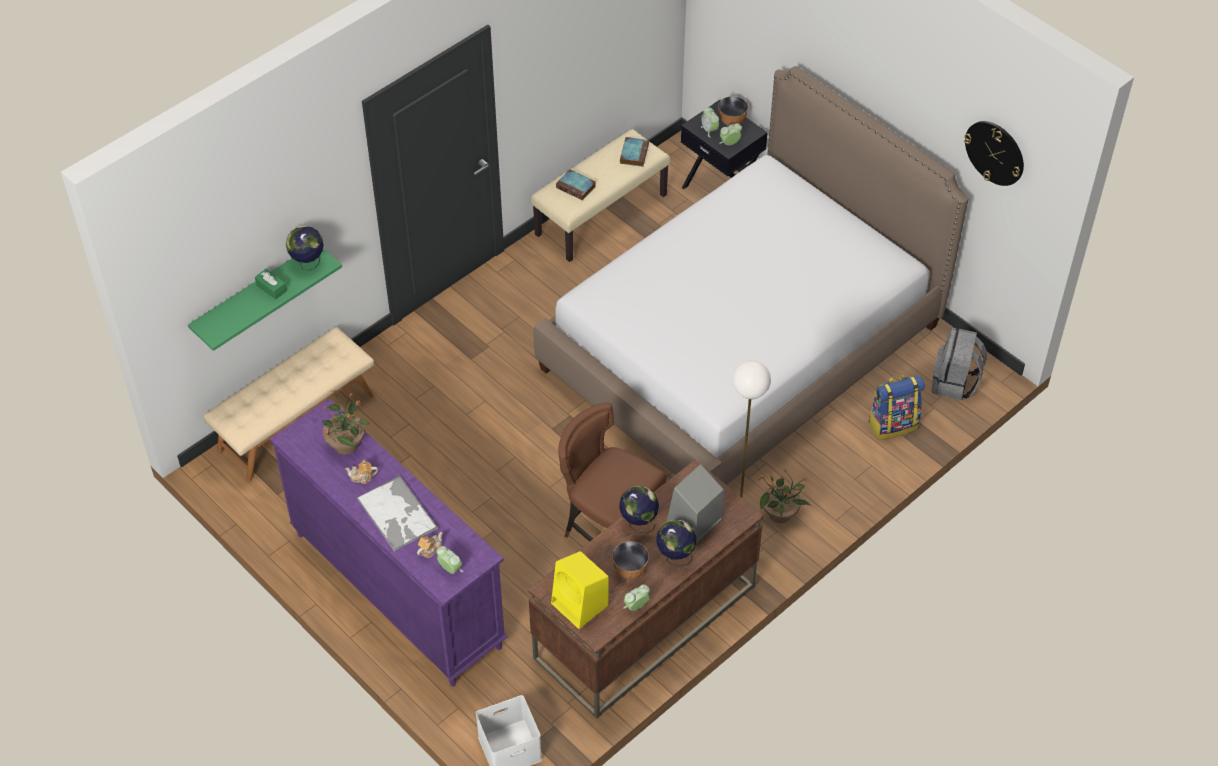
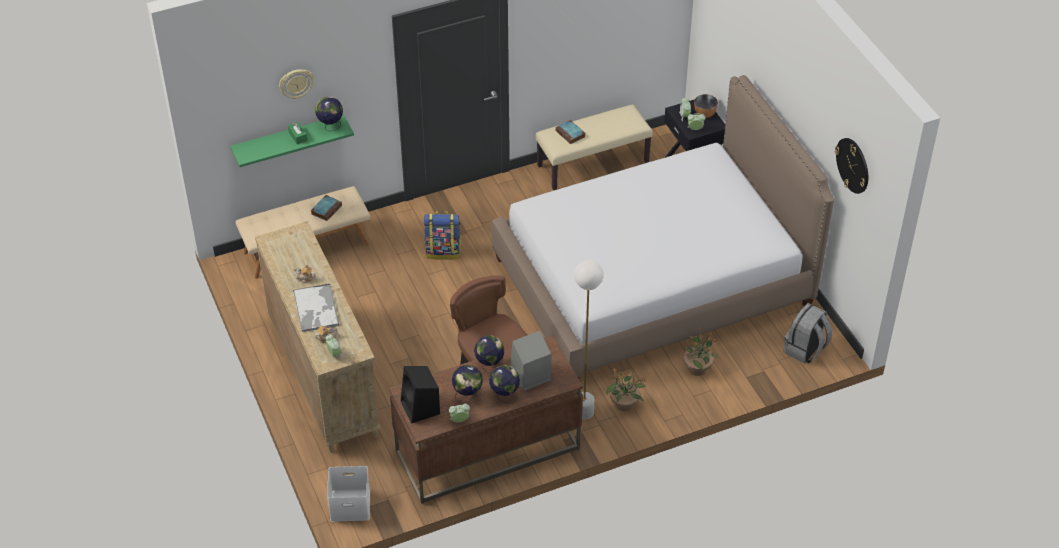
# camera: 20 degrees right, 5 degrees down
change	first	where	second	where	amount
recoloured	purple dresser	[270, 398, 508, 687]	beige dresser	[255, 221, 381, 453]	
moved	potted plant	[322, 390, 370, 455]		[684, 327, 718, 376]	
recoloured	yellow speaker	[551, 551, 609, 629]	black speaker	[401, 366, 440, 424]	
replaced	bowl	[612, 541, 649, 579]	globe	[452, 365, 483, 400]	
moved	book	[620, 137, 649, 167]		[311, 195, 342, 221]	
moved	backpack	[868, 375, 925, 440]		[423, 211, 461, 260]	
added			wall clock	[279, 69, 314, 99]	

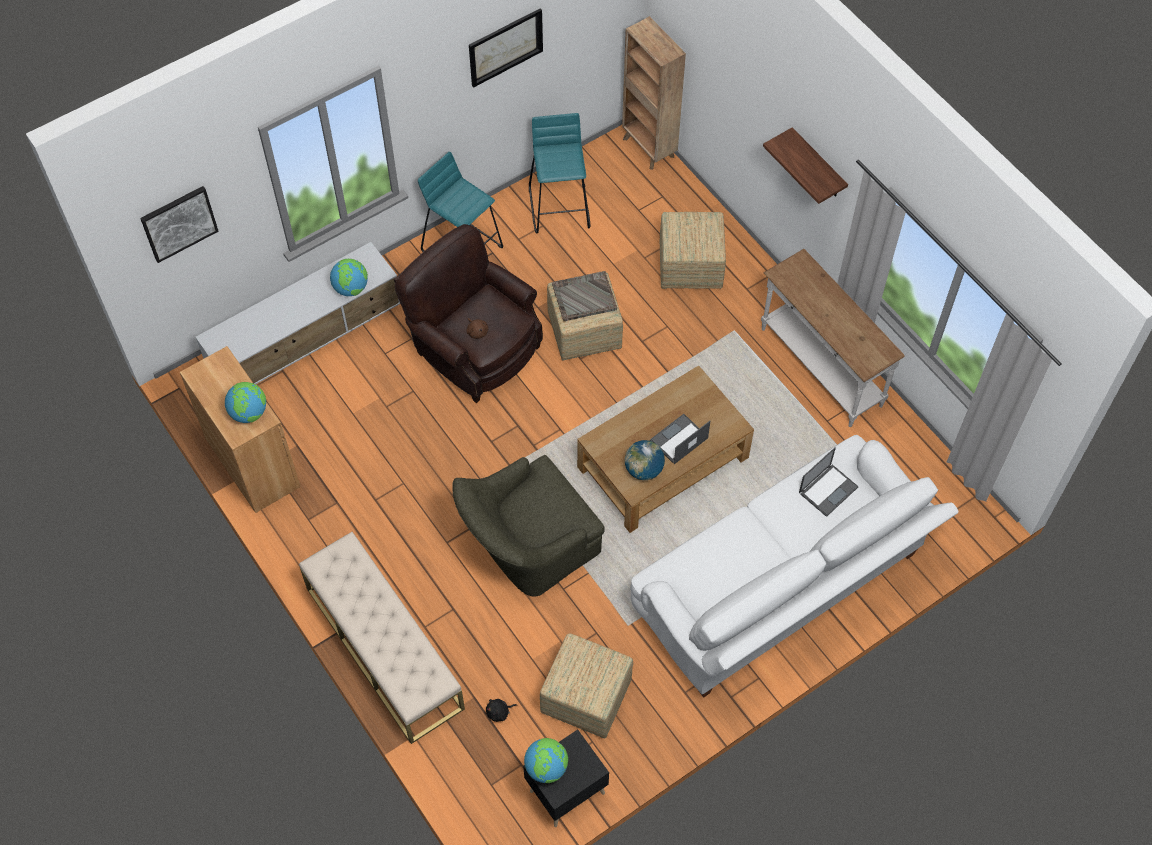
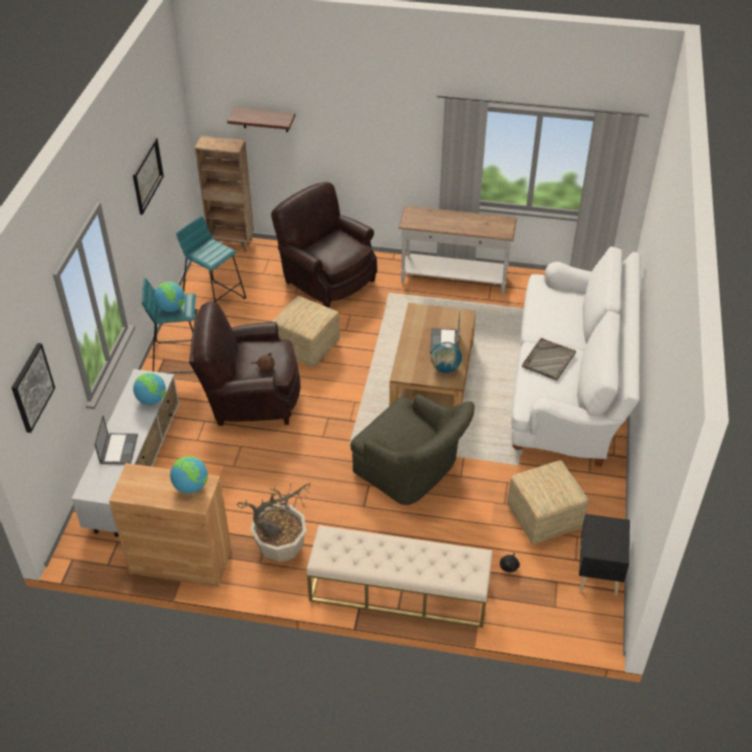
# camera: 45 degrees left, 15 degrees down
change	first	where	second	where	amount
turned	green armchair	[452, 455, 605, 597]		[351, 394, 475, 505]	60 degrees counterclockwise
moved	globe	[524, 738, 568, 783]		[154, 282, 185, 312]	
moved	grey tray	[552, 271, 617, 321]		[522, 338, 576, 381]	
replaced	ottoman	[660, 212, 726, 289]	brown armchair	[271, 182, 377, 308]	
moved	shelf	[763, 128, 848, 204]		[227, 107, 295, 132]	
moved	laptop	[799, 447, 859, 517]		[95, 415, 138, 464]	
added			potted plant	[237, 482, 311, 562]	

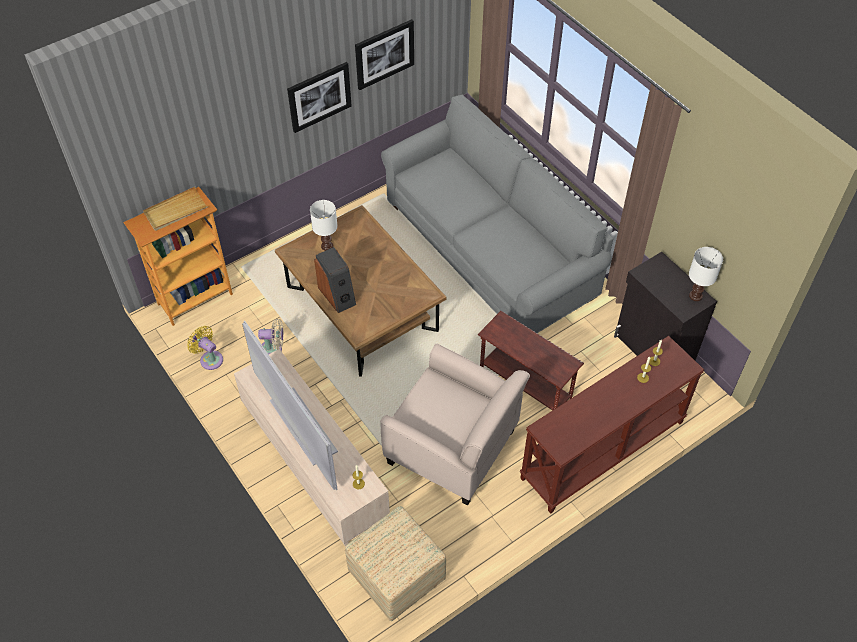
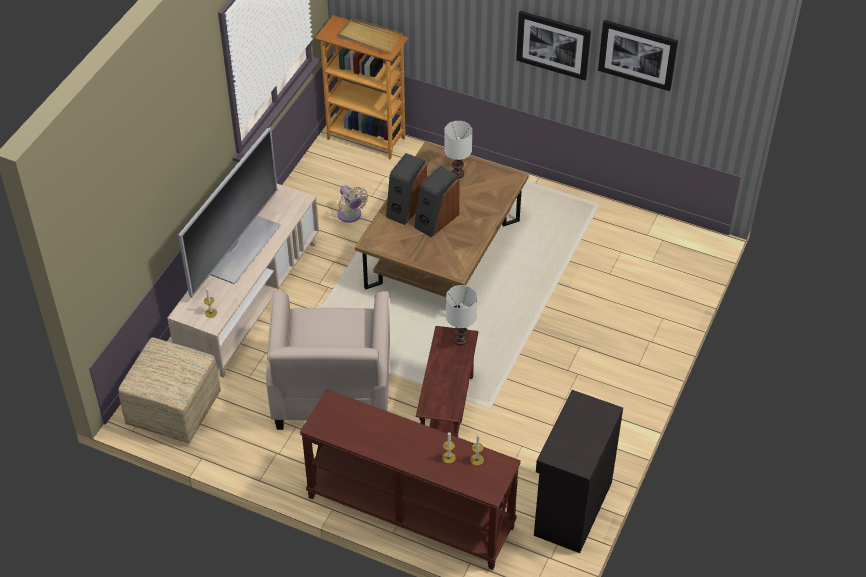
# camera: 60 degrees right, 5 degrees down
change	first	where	second	where	amount
removed	yellow fan	[187, 326, 223, 370]			
removed	grey sofa	[381, 94, 613, 333]			
moved	white table lamp	[689, 247, 723, 301]		[446, 285, 477, 345]	
added			speaker	[414, 166, 460, 237]	

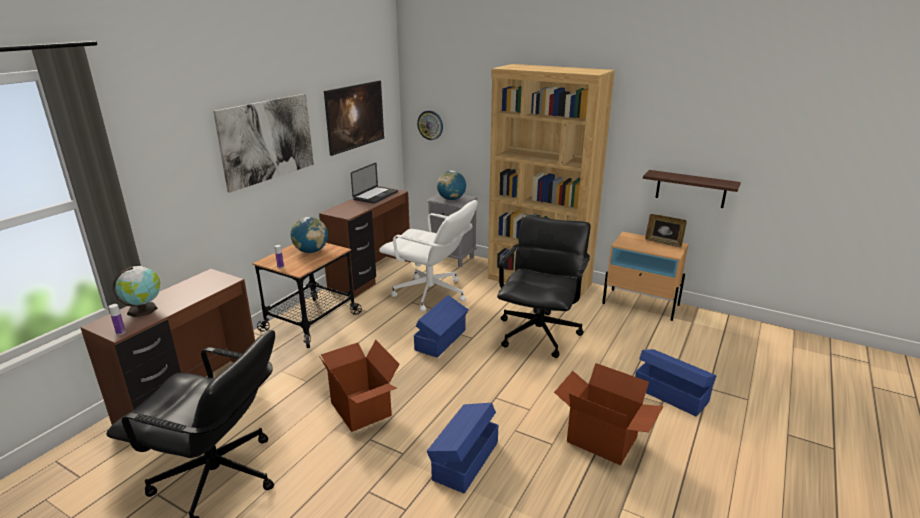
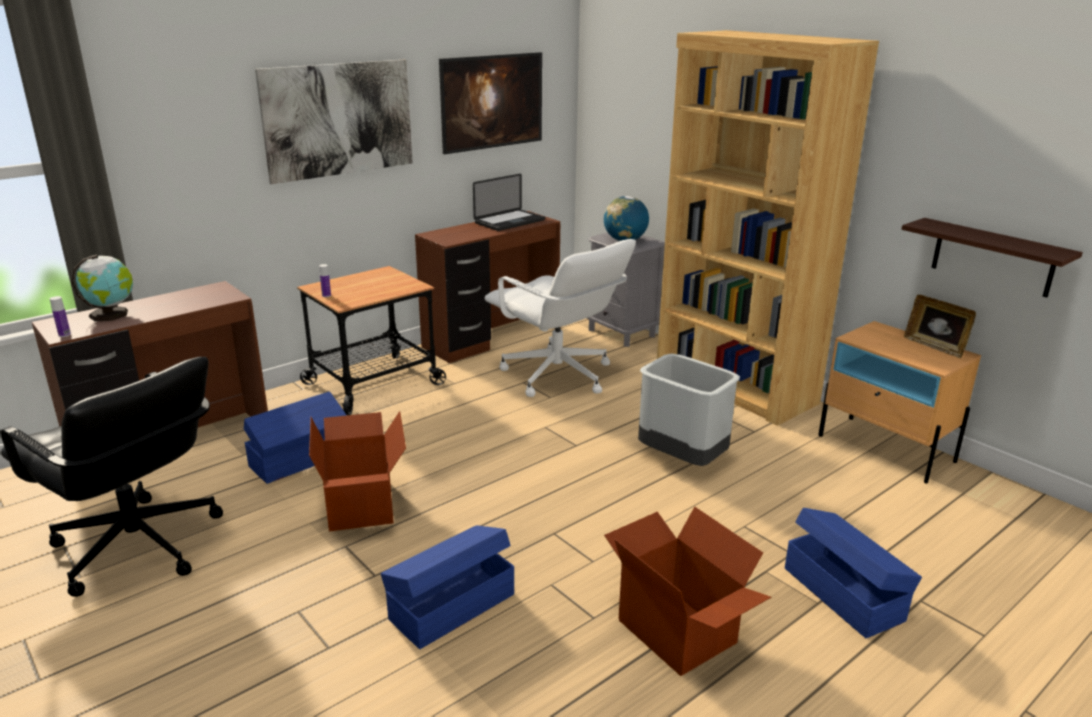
# camera: 20 degrees right, 0 degrees up
change	first	where	second	where	amount
removed	globe	[291, 217, 328, 253]			
moved	blue storage box	[414, 295, 468, 358]		[244, 391, 347, 484]	
removed	wall clock	[417, 110, 443, 140]			
replaced	black office chair	[497, 215, 591, 358]	grey trash can	[638, 354, 740, 466]	

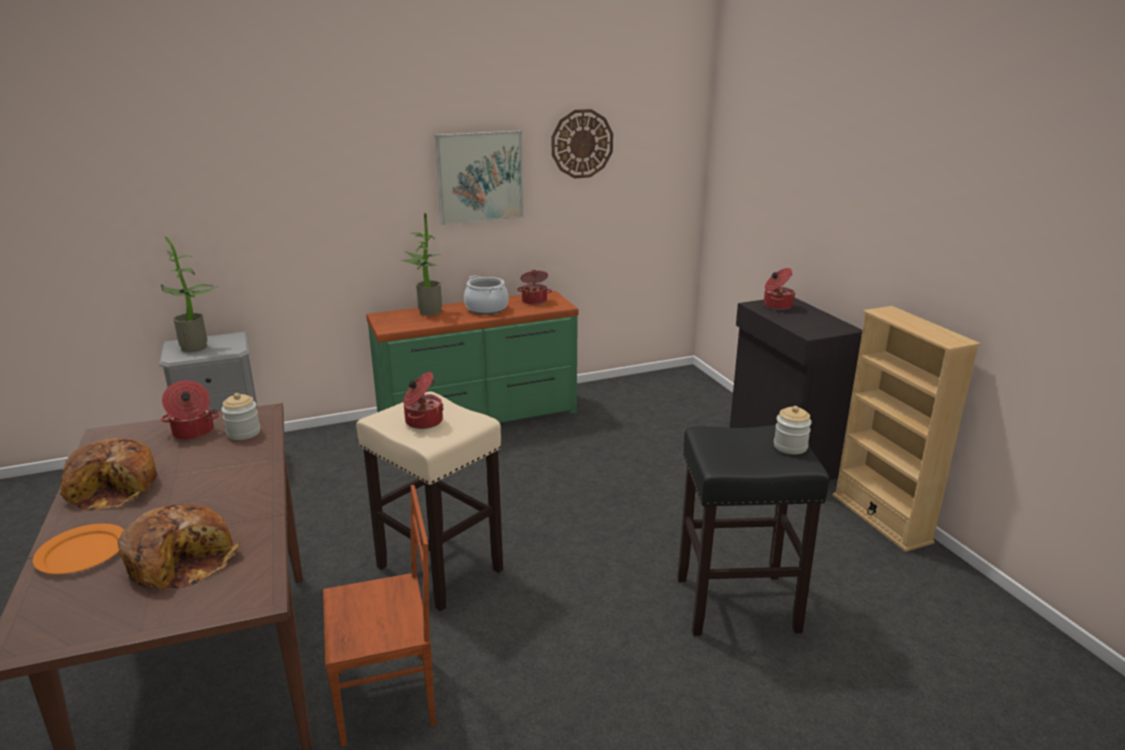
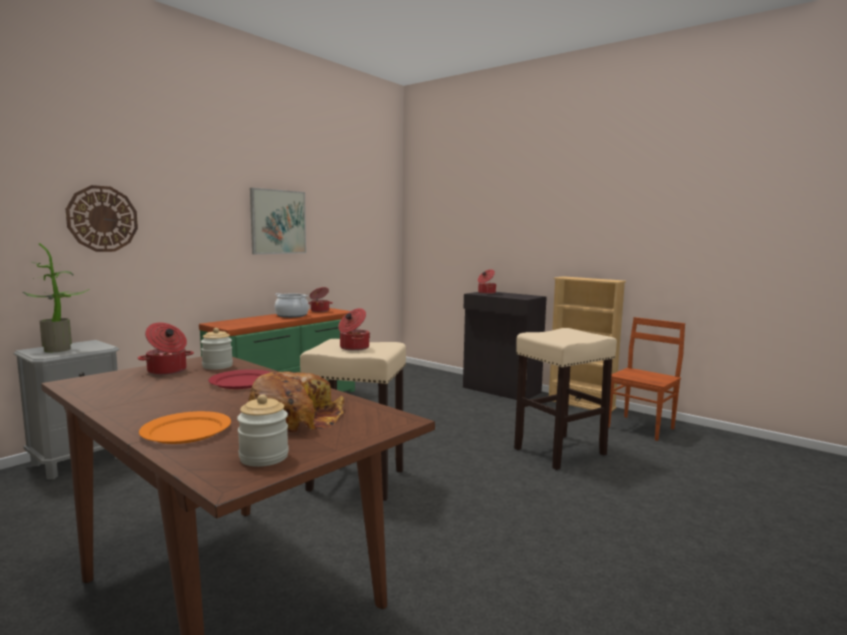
# camera: 30 degrees left, 15 degrees down
change	first	where	second	where	amount
removed	bread	[60, 438, 158, 511]			
moved	brown chair	[323, 485, 436, 747]		[608, 317, 685, 441]	
removed	potted plant	[402, 212, 442, 316]			
moved	wall clock	[552, 109, 613, 179]		[66, 185, 138, 252]	
recoloured	black stool	[677, 425, 830, 636]	beige stool	[514, 328, 617, 470]	
moved	jar	[774, 406, 812, 454]		[237, 394, 289, 467]	
added			red plate	[208, 369, 270, 389]	

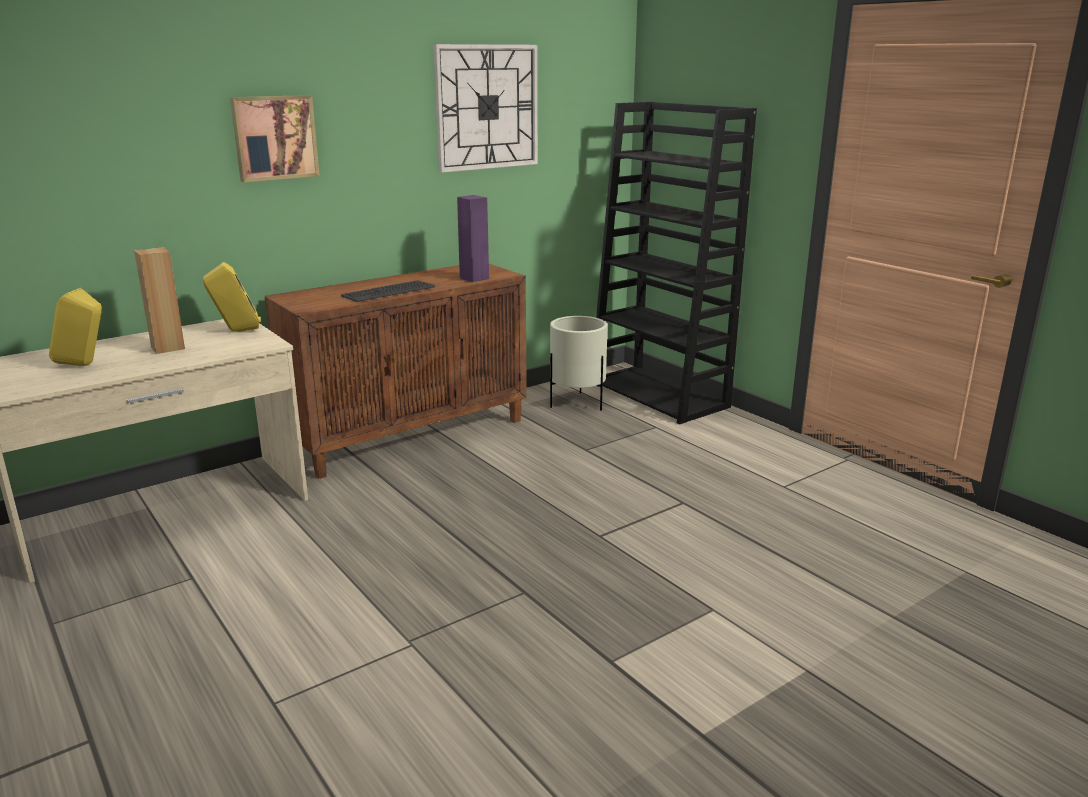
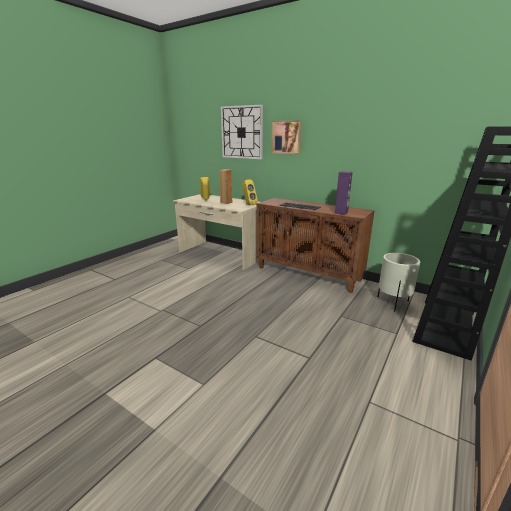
# camera: 70 degrees right, 0 degrees up
change	first	where	second	where	amount
moved	wall clock	[433, 44, 538, 173]		[221, 105, 263, 159]	

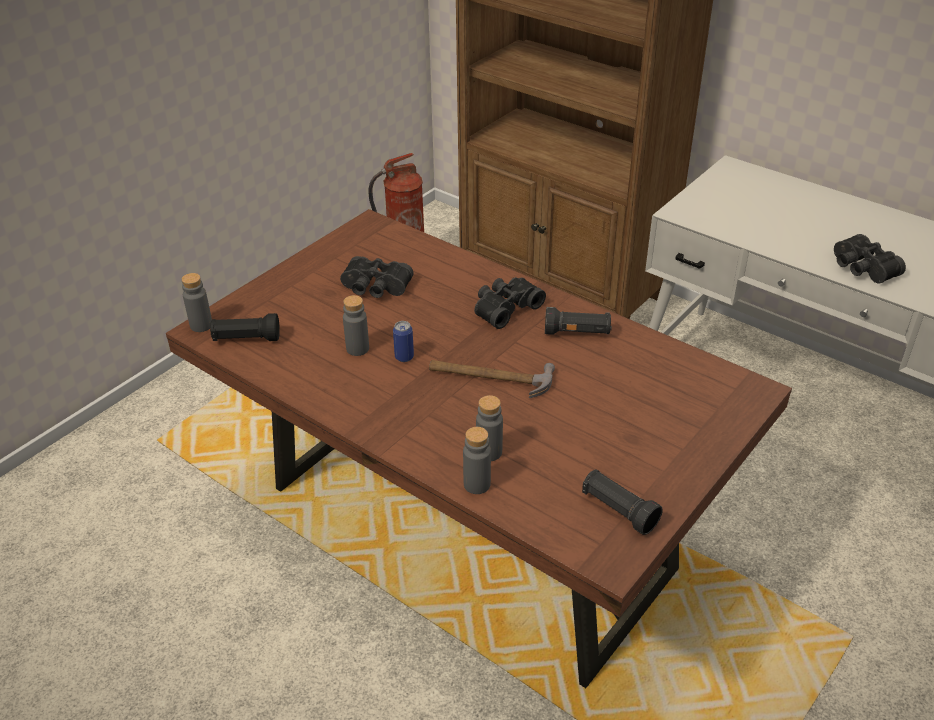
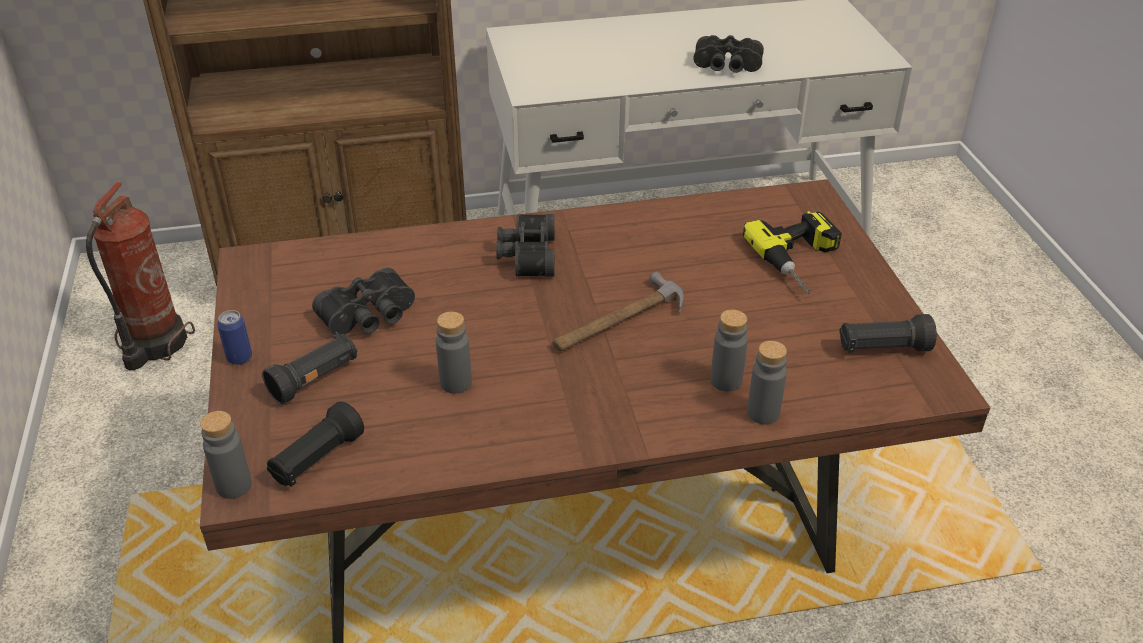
# camera: 50 degrees left, 0 degrees up
change	first	where	second	where	amount
moved	can	[393, 321, 414, 362]		[217, 310, 252, 365]	
moved	black flashlight	[545, 307, 612, 335]		[262, 333, 358, 404]	
added			power drill	[743, 211, 842, 294]	

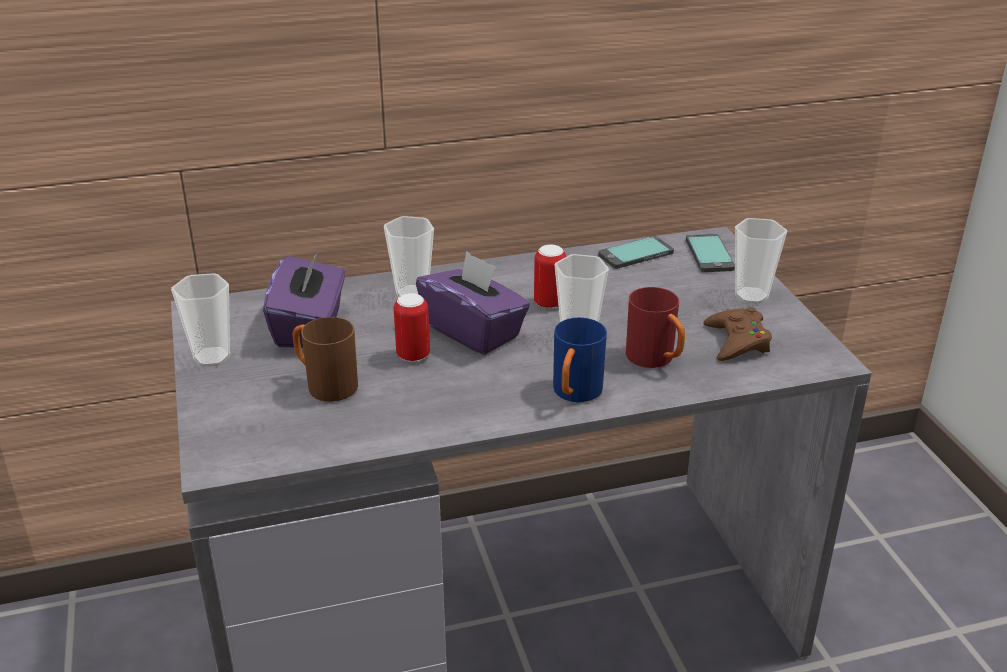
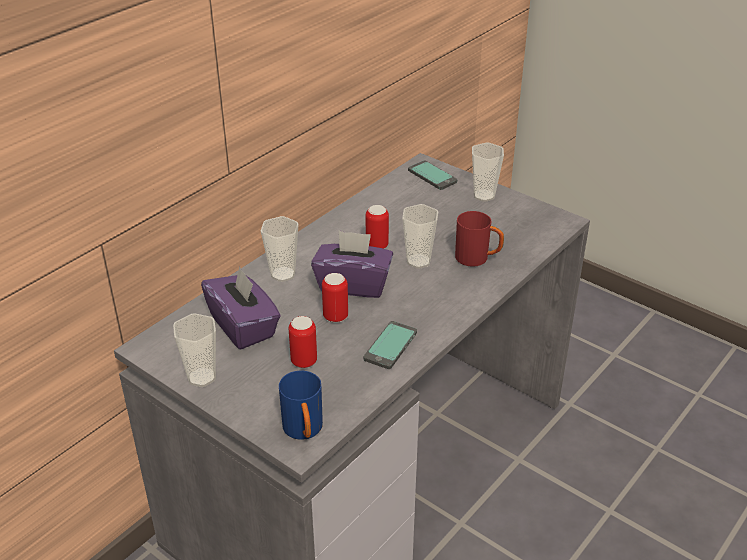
# camera: 35 degrees left, 5 degrees up
change	first	where	second	where	amount
replaced	brown mug	[293, 317, 358, 401]	can	[289, 316, 317, 368]	
moved	blue mug	[553, 317, 607, 402]		[279, 371, 323, 440]	
moved	phone	[598, 236, 674, 269]		[364, 321, 417, 369]	
removed	brown game controller	[703, 307, 772, 361]			

